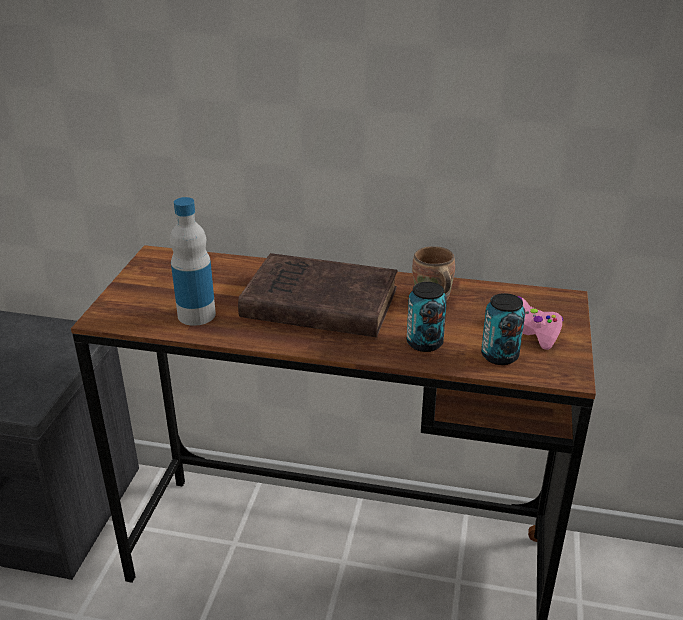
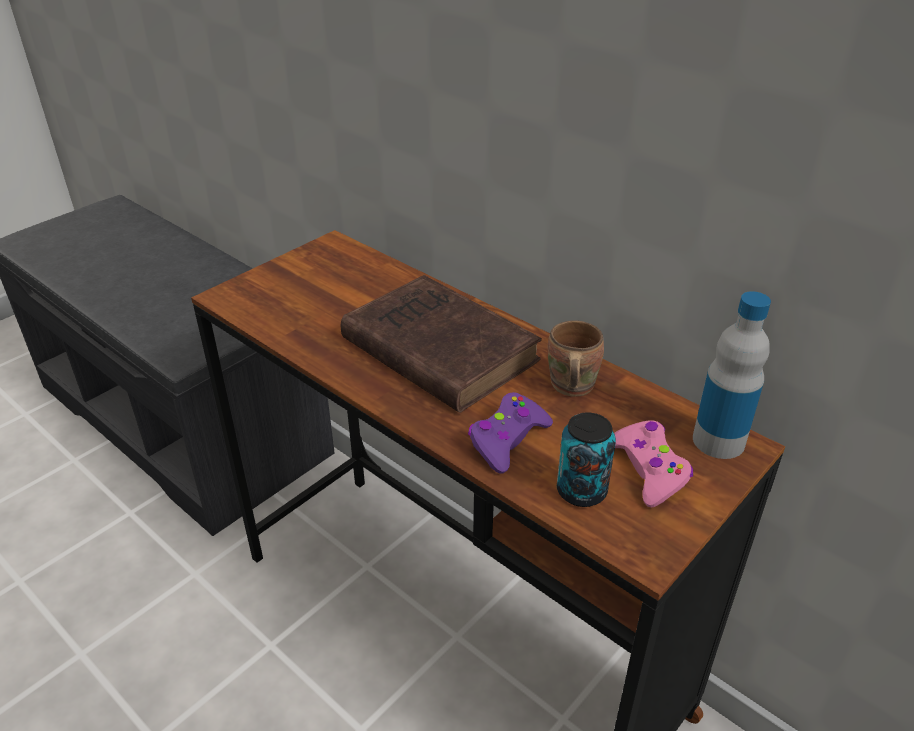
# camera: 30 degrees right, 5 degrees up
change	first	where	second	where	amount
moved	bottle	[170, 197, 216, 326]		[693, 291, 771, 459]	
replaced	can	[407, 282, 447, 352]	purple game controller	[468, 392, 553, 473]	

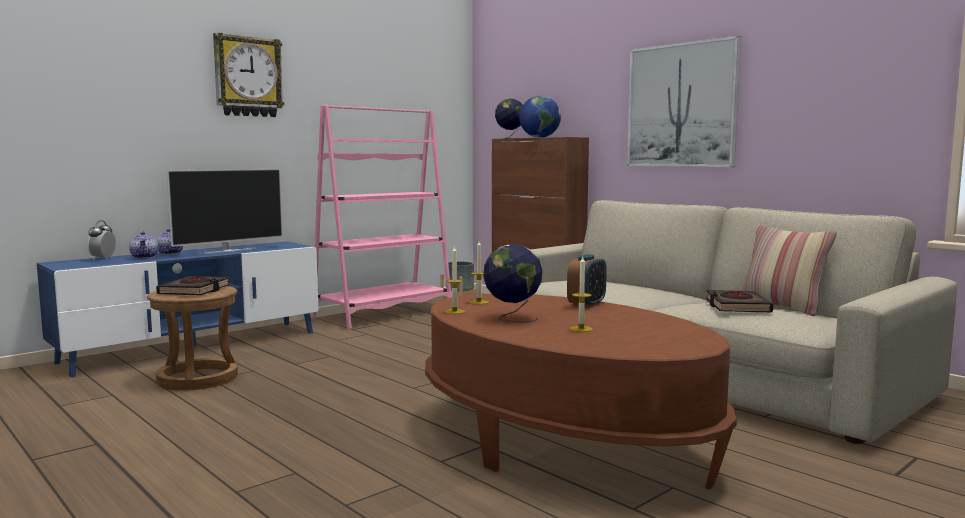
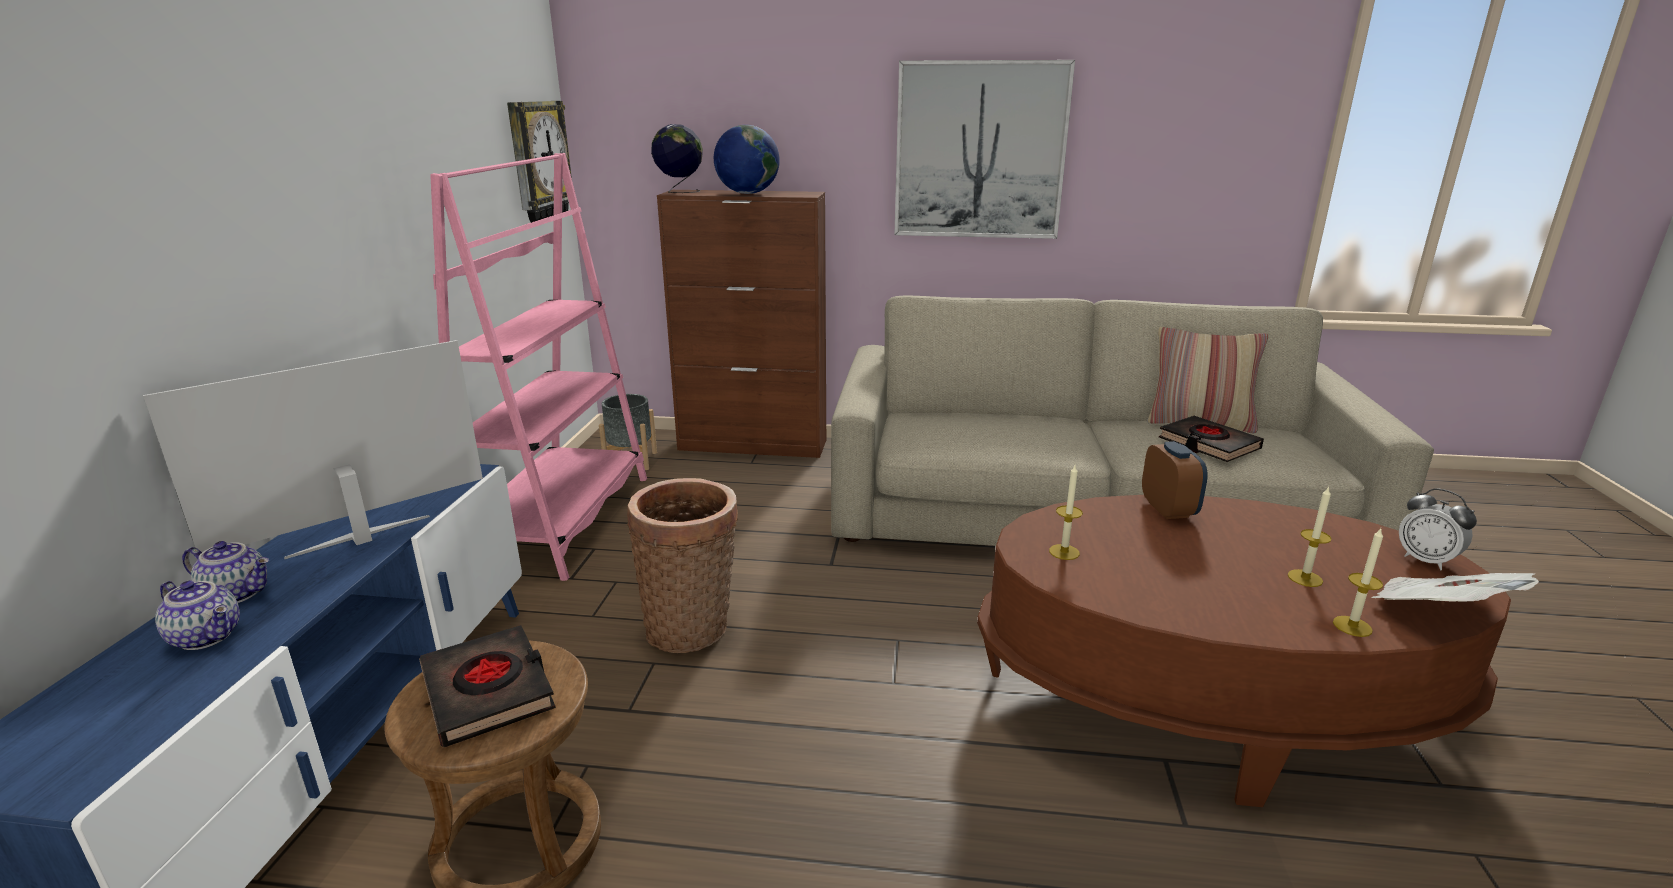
# camera: 40 degrees left, 15 degrees up
change	first	where	second	where	amount
moved	alarm clock	[88, 221, 116, 260]		[1399, 488, 1477, 570]	
turned	television	[167, 169, 283, 254]		[143, 340, 483, 559]	135 degrees counterclockwise
moved	wall clock	[213, 33, 284, 117]		[507, 101, 572, 223]	
moved	candle	[445, 245, 465, 314]		[1333, 528, 1383, 637]	
removed	globe	[483, 244, 543, 323]			
added			basket	[627, 478, 738, 653]	
added			newspaper	[1372, 573, 1538, 602]	

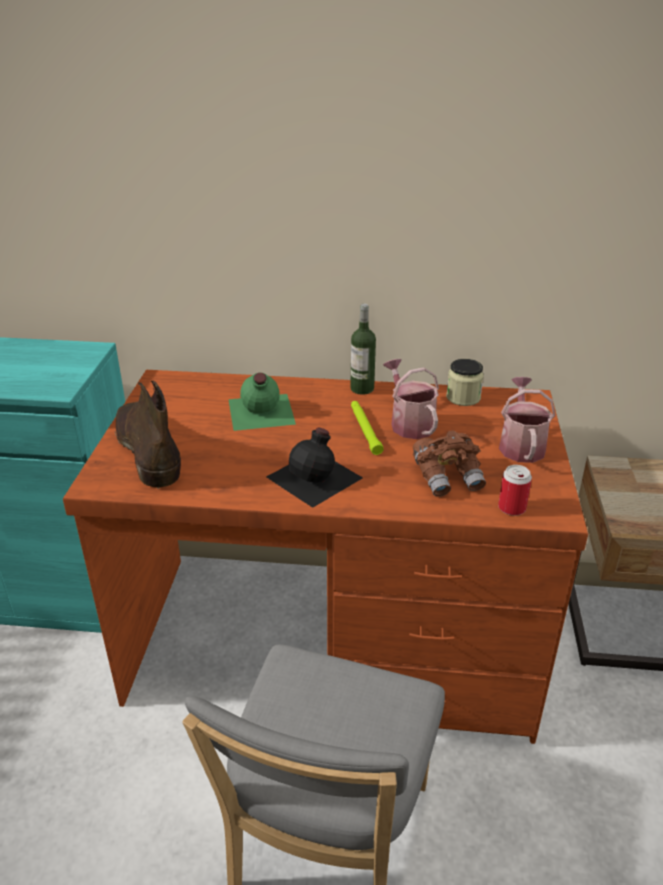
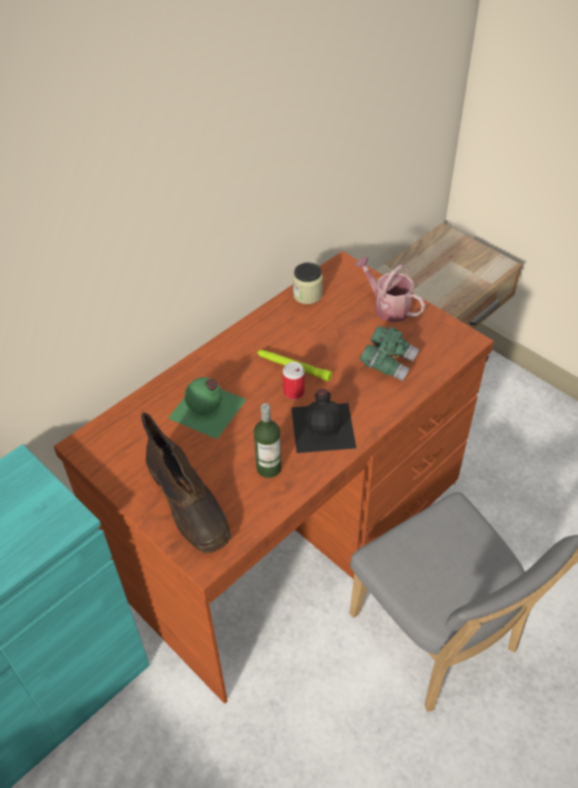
# camera: 50 degrees left, 15 degrees up
change	first	where	second	where	amount
turned	brown boot	[115, 380, 181, 489]		[141, 413, 231, 553]	135 degrees counterclockwise
moved	bottle	[351, 304, 376, 395]		[254, 403, 281, 478]	
removed	watering can	[383, 359, 439, 439]			
recoloured	brown binoculars	[413, 430, 486, 497]	green binoculars	[359, 326, 419, 381]	
moved	can	[498, 465, 532, 516]		[283, 362, 305, 400]	

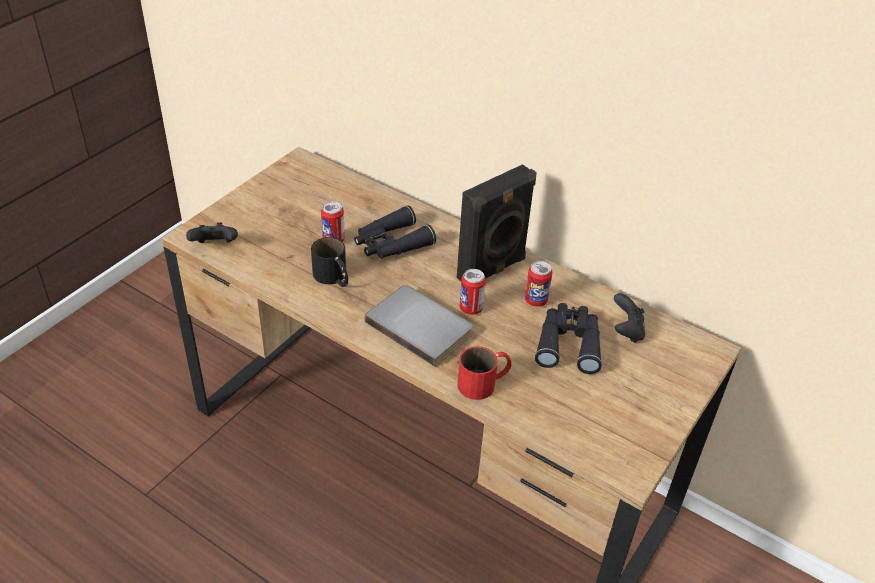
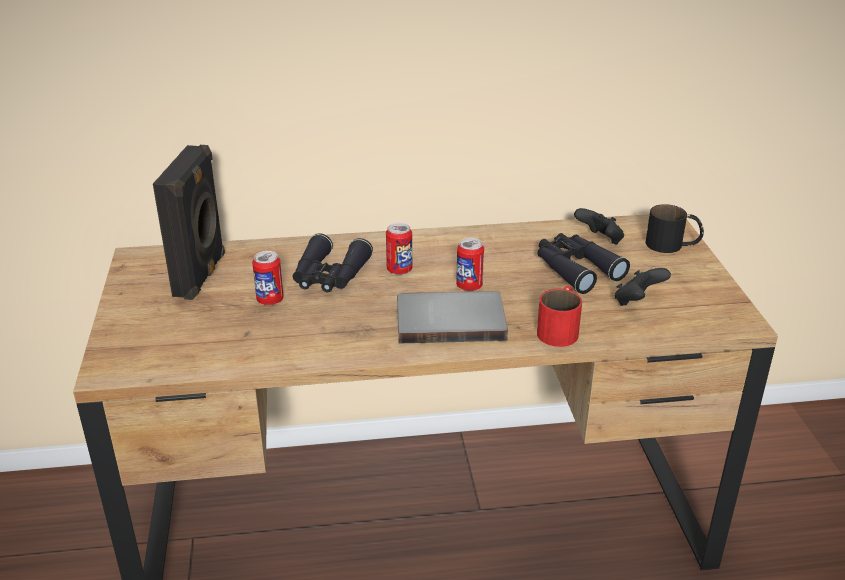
# camera: 40 degrees left, 10 degrees down
change	first	where	second	where	amount
moved	black game controller	[186, 222, 238, 243]		[615, 268, 671, 306]	
moved	black mug	[311, 237, 348, 287]		[646, 204, 704, 253]	
moved	black speaker	[457, 164, 537, 281]		[153, 145, 225, 300]	
moved	can	[525, 261, 553, 307]		[386, 223, 412, 275]	

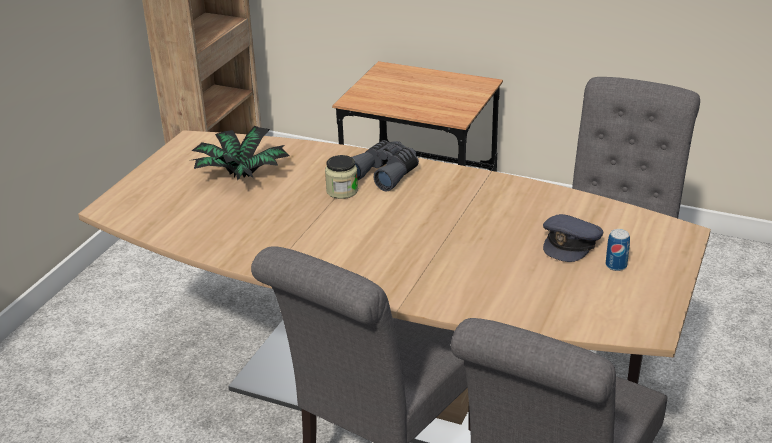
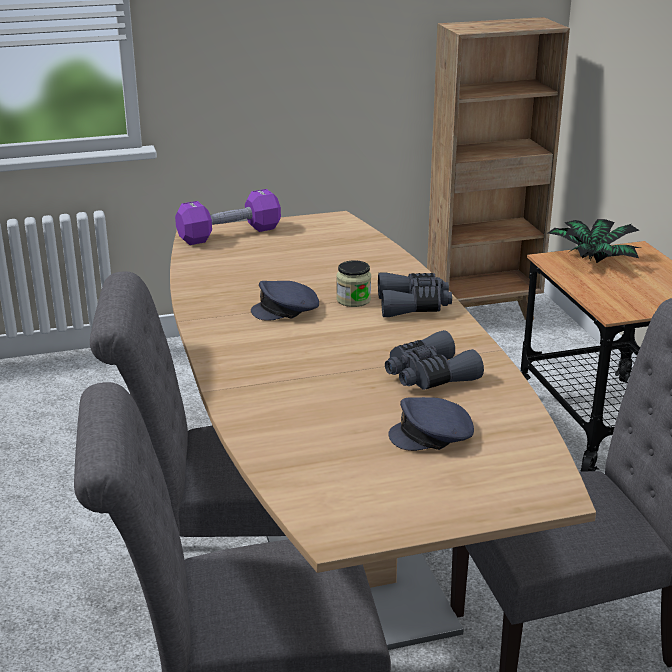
# camera: 50 degrees right, 5 degrees down
change	first	where	second	where	amount
moved	potted plant	[192, 126, 290, 180]		[548, 219, 640, 263]	
removed	can	[606, 229, 630, 271]			
added			purple dumbbell	[175, 189, 281, 245]	
added			grey cap	[251, 281, 319, 321]	
added			grey binoculars	[385, 330, 484, 390]	

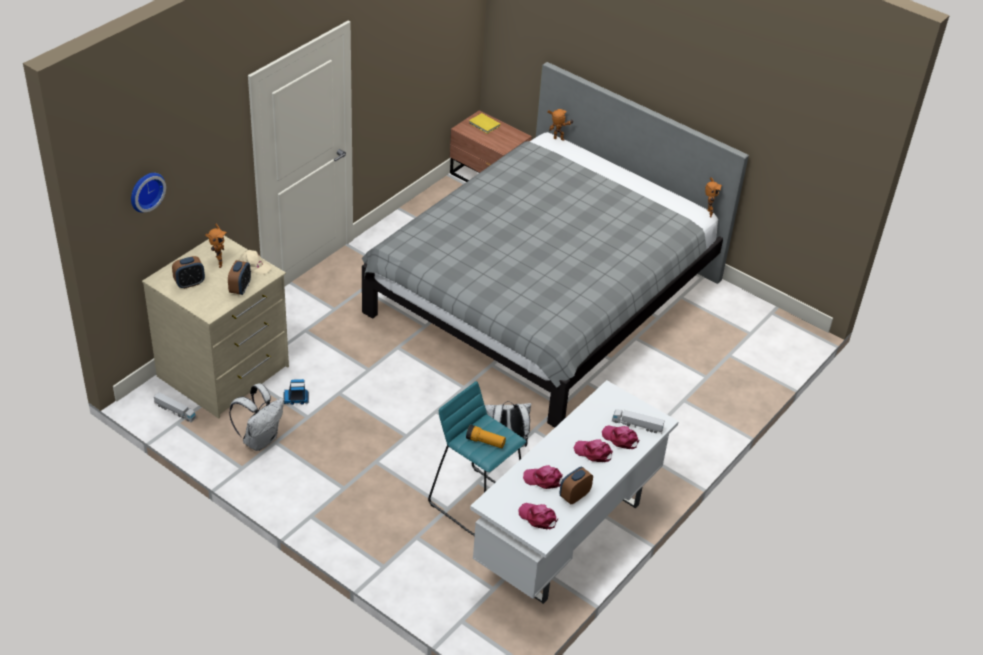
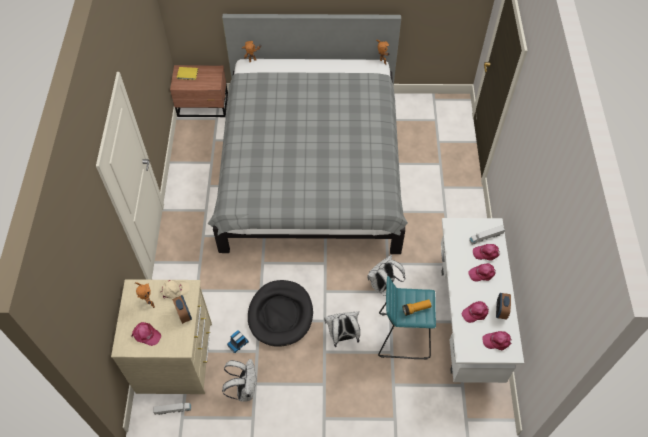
# camera: 35 degrees left, 15 degrees up
change	first	where	second	where	amount
removed	wall clock	[131, 173, 166, 213]			
replaced	alarm clock	[172, 256, 205, 289]	pink cap	[131, 322, 161, 346]	
added			black dog bed	[248, 280, 313, 347]	
added			white backpack	[324, 311, 360, 347]	

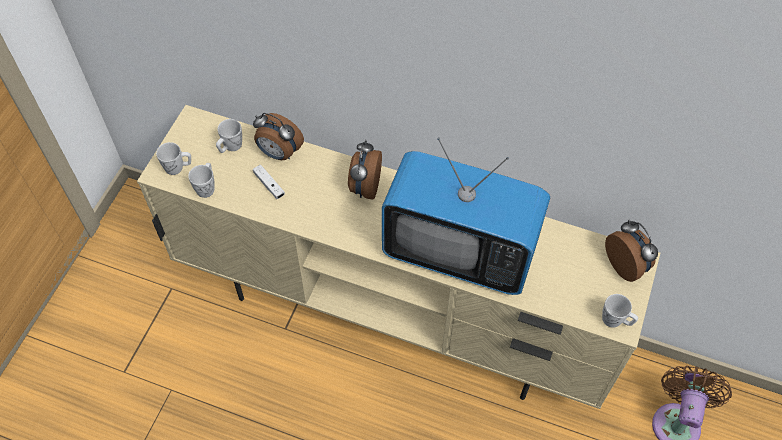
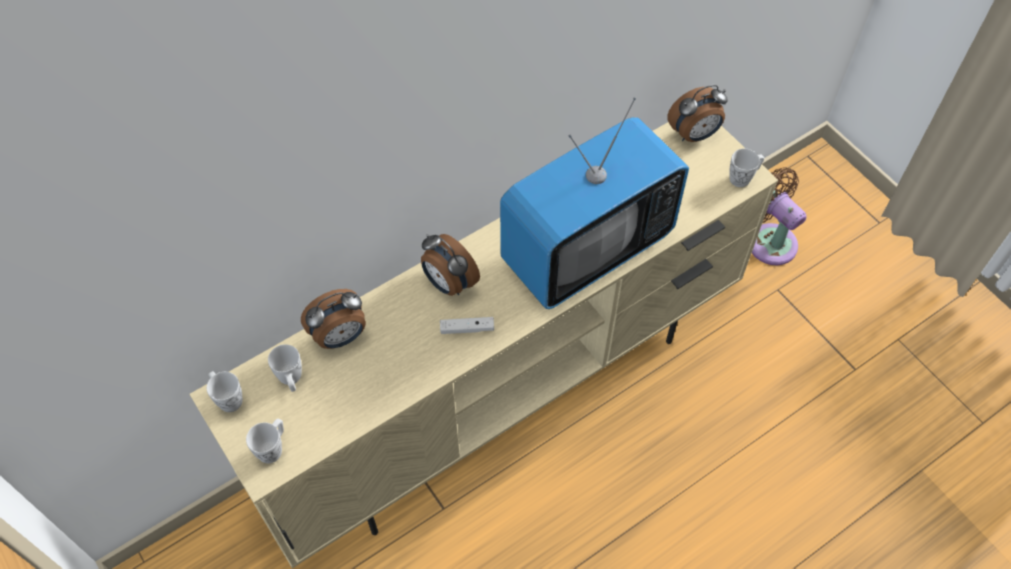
# camera: 55 degrees left, 0 degrees up
change	first	where	second	where	amount
moved	white mug	[188, 163, 215, 198]		[207, 371, 243, 412]	
moved	white game controller	[253, 165, 285, 199]		[440, 317, 494, 334]	
turned	alarm clock	[605, 220, 658, 282]		[667, 85, 728, 142]	150 degrees clockwise

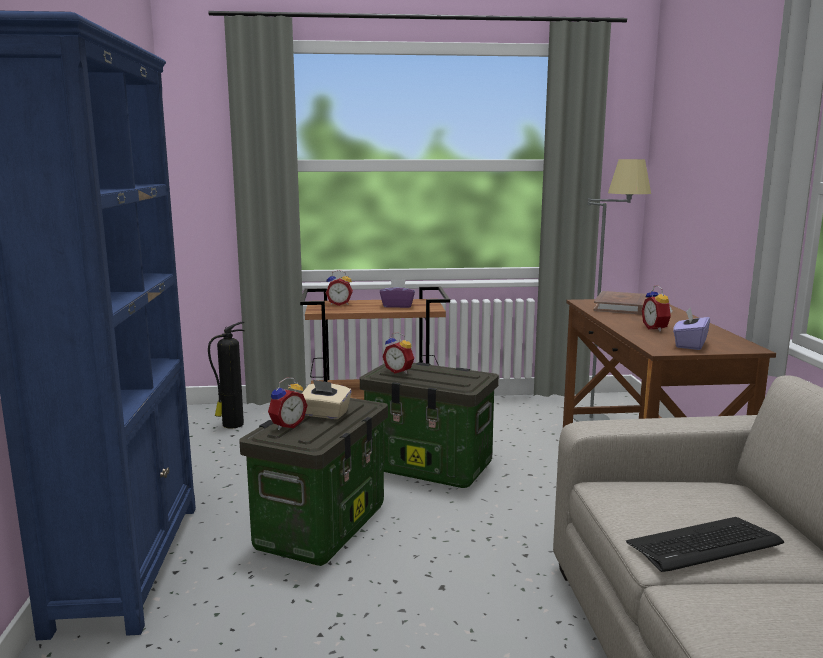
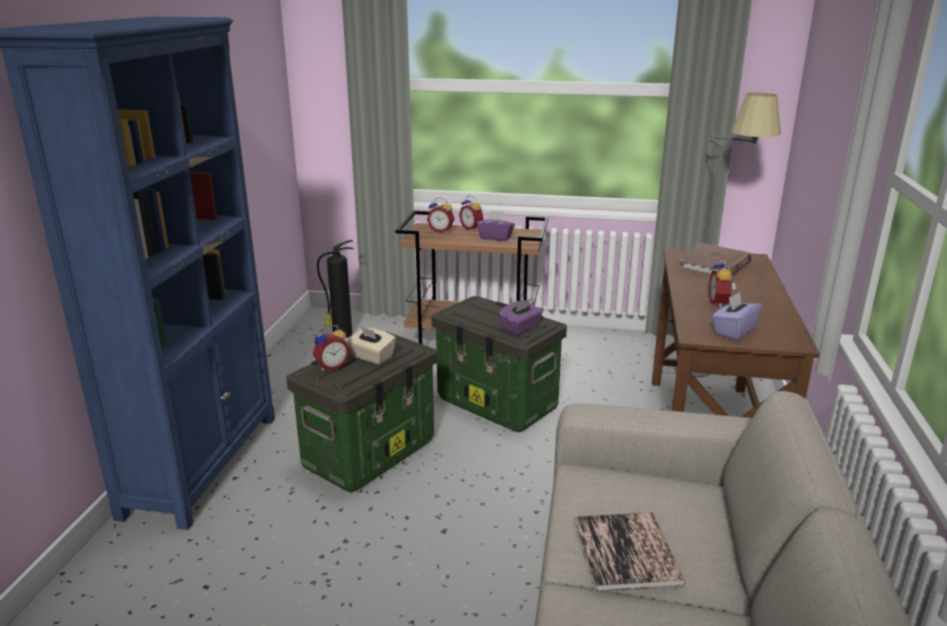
# camera: 15 degrees right, 10 degrees up
change	first	where	second	where	amount
moved	alarm clock	[382, 332, 414, 374]		[459, 196, 484, 231]	
replaced	keyboard	[626, 517, 784, 572]	book	[573, 512, 686, 592]	
added			purple tissue box	[499, 299, 543, 335]	

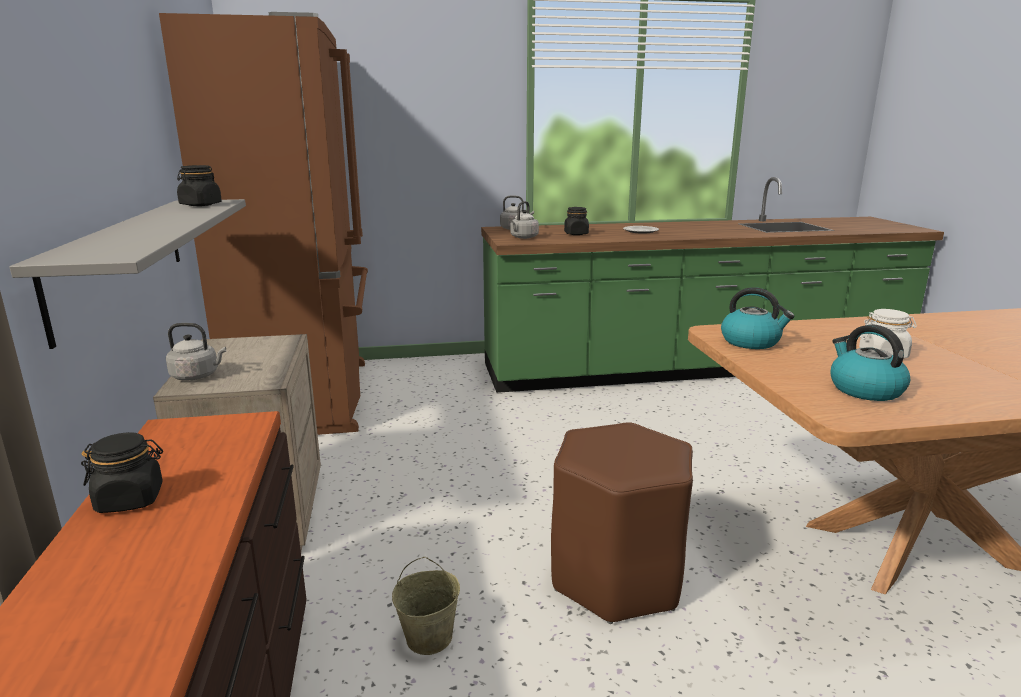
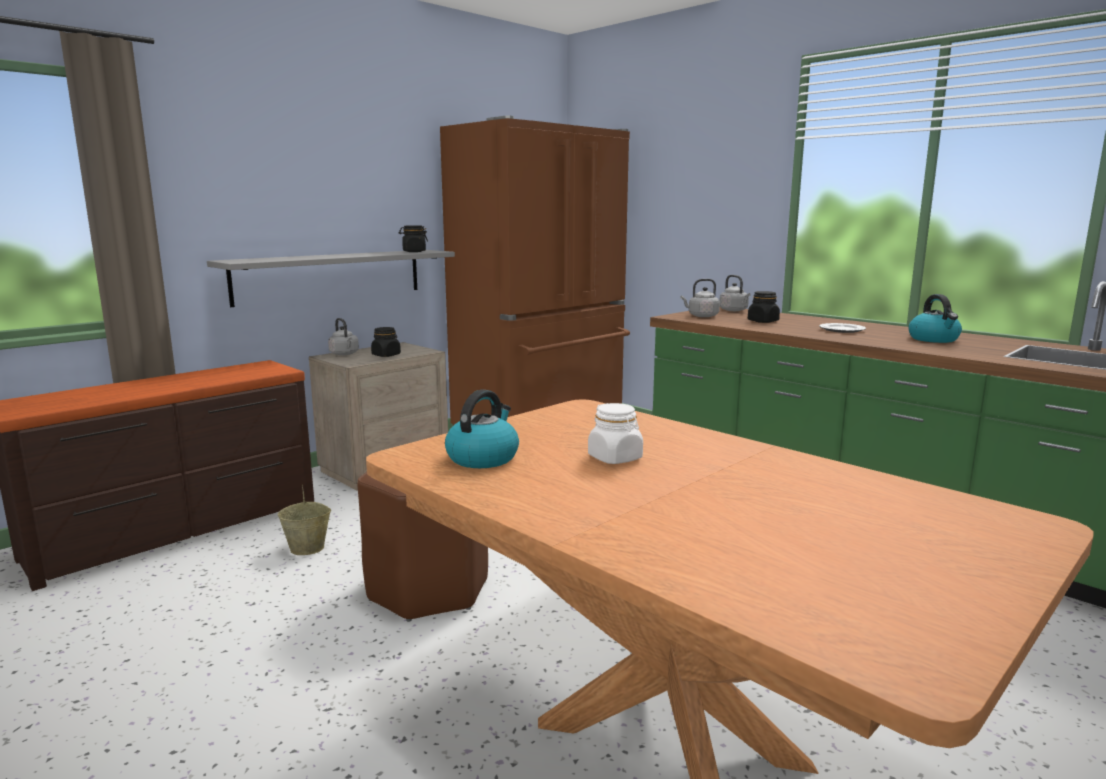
# camera: 55 degrees right, 5 degrees down
change	first	where	second	where	amount
moved	black jar	[81, 432, 163, 513]		[371, 327, 401, 357]	
moved	kettle	[721, 287, 795, 349]		[908, 294, 962, 343]	

